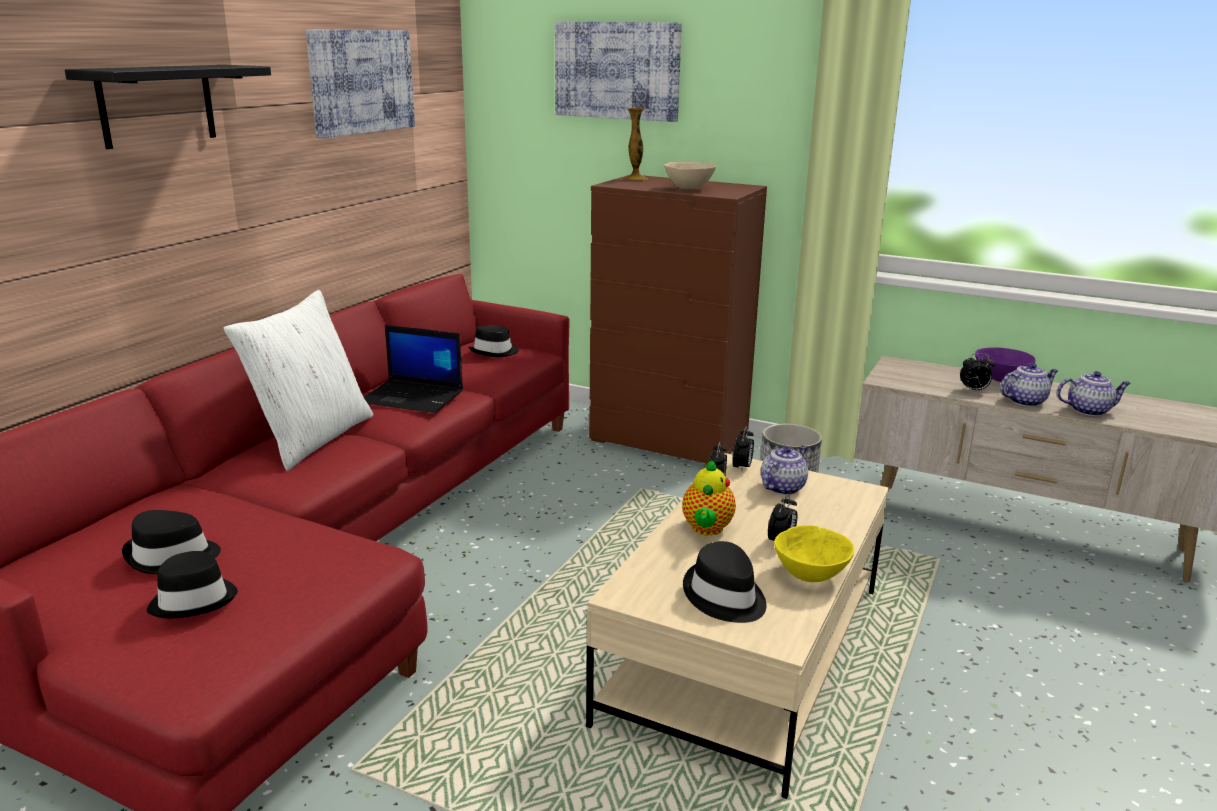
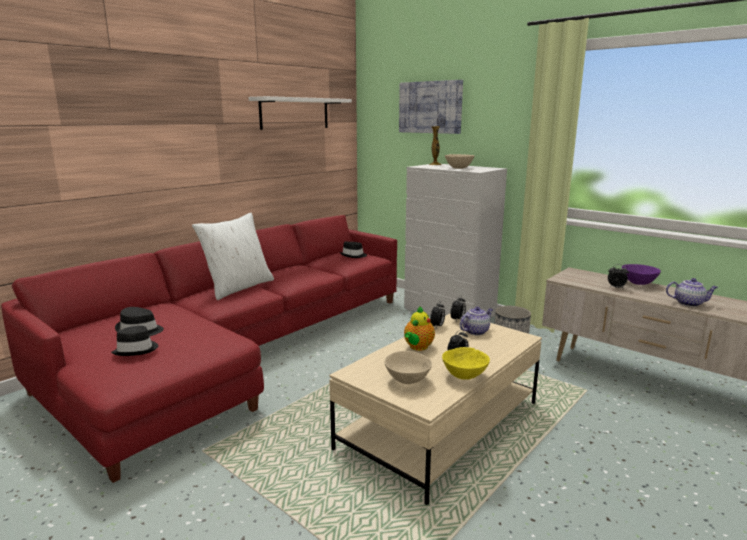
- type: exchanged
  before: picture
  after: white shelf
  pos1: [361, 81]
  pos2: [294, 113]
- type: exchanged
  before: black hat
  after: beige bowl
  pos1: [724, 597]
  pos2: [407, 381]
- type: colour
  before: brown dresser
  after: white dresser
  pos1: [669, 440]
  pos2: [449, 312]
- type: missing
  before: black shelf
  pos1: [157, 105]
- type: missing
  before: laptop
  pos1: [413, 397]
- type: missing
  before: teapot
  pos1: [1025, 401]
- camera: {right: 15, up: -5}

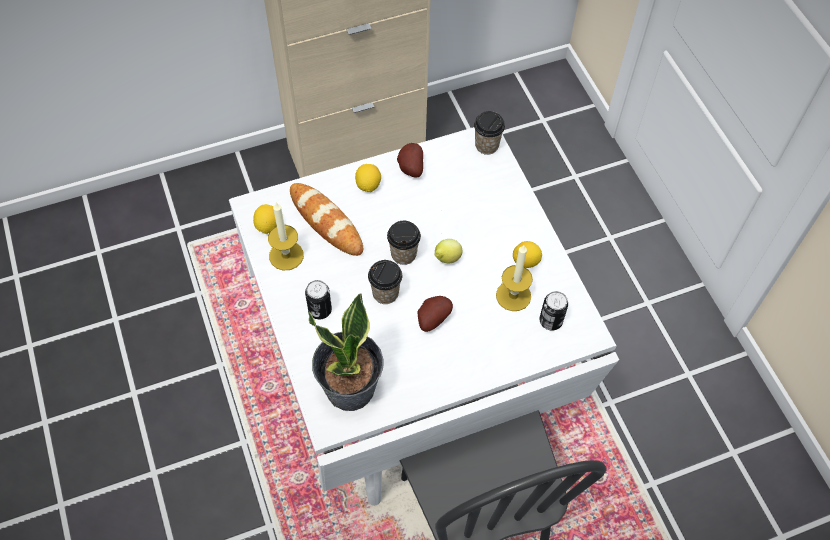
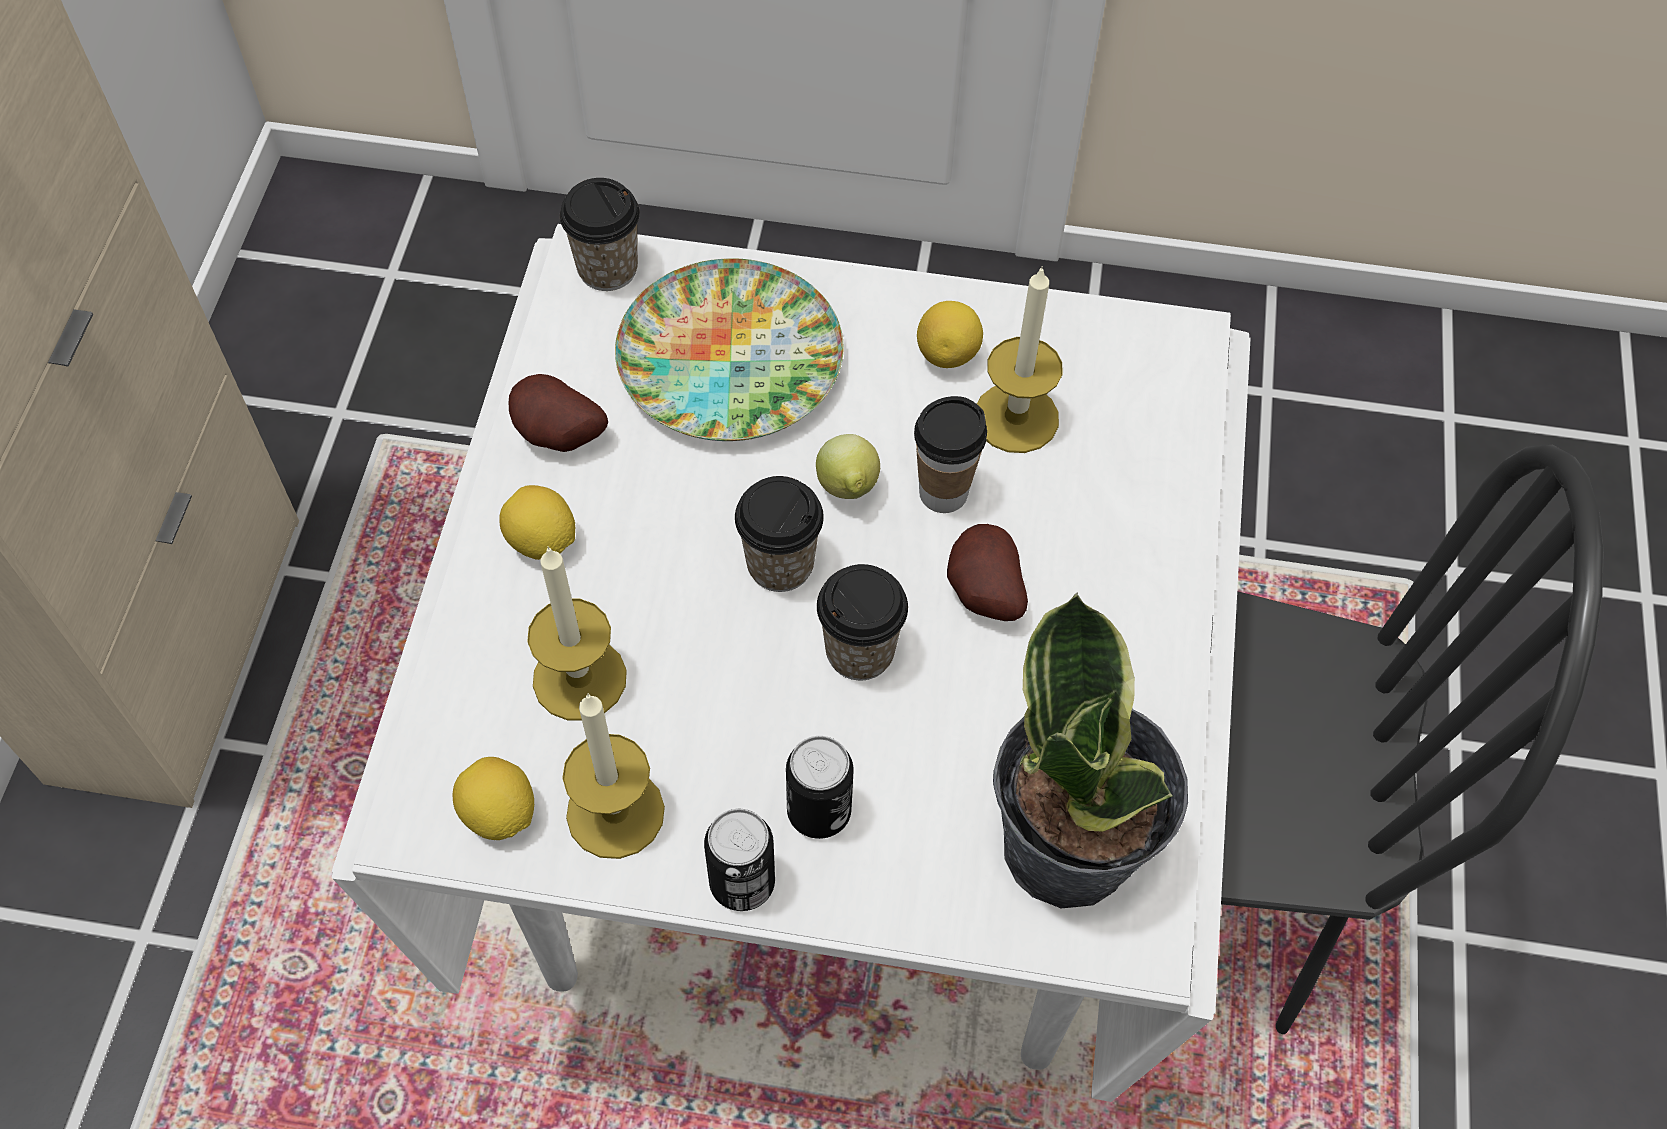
- type: exchanged
  before: bread
  after: candle
  pos1: [326, 221]
  pos2: [579, 678]
- type: appeared
  after: plate
  pos2: [731, 362]
- type: relocated
  before: can
  pos1: [550, 321]
  pos2: [742, 882]
- type: appeared
  after: cup
  pos2: [943, 493]
- camera: {right: -60, up: 0}

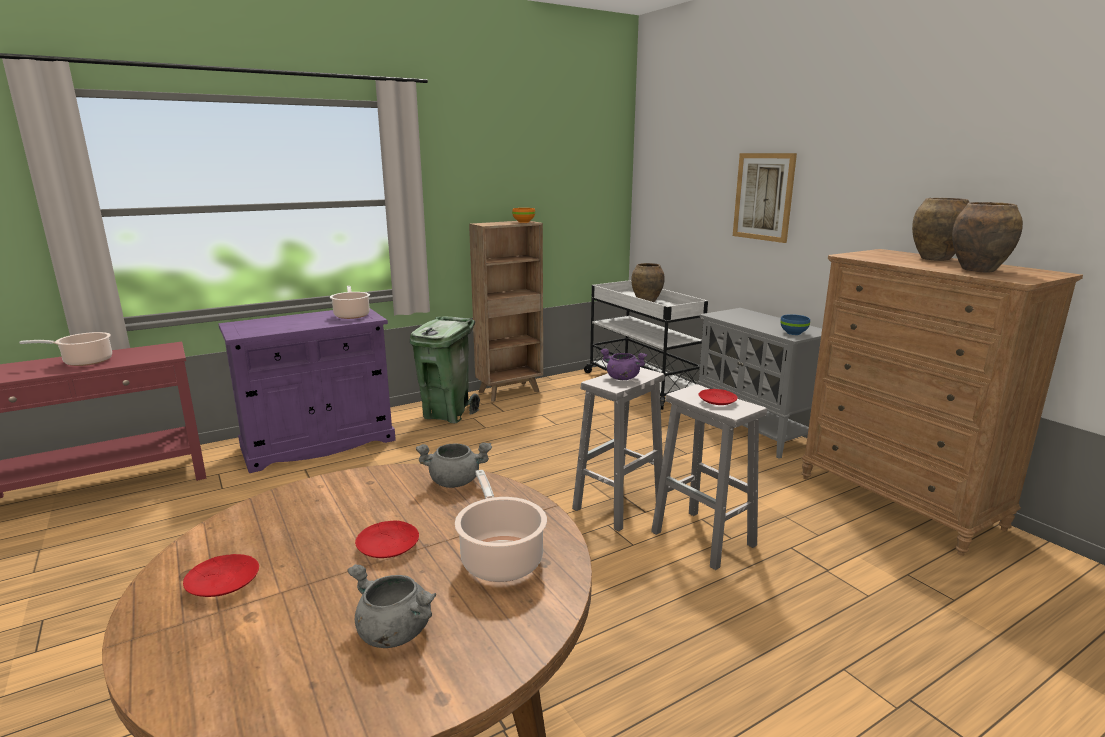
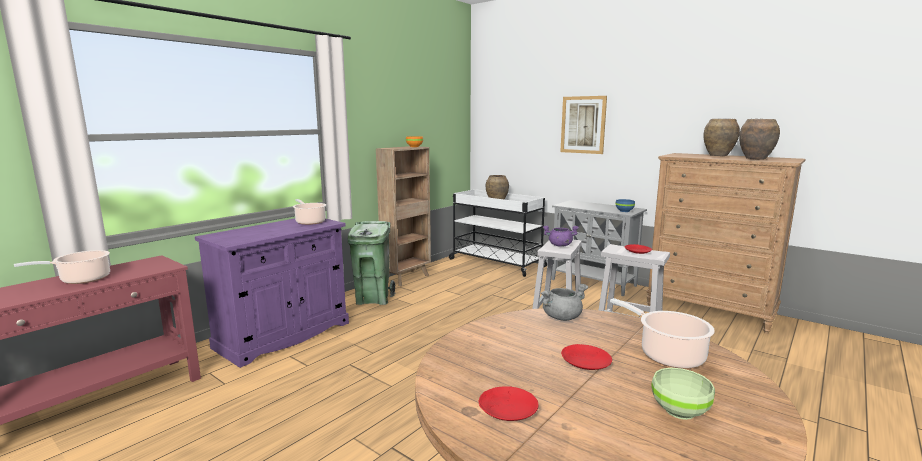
- type: exchanged
  before: grey cooking pot
  after: green bowl
  pos1: [392, 632]
  pos2: [679, 411]
- camera: {right: -20, up: -5}

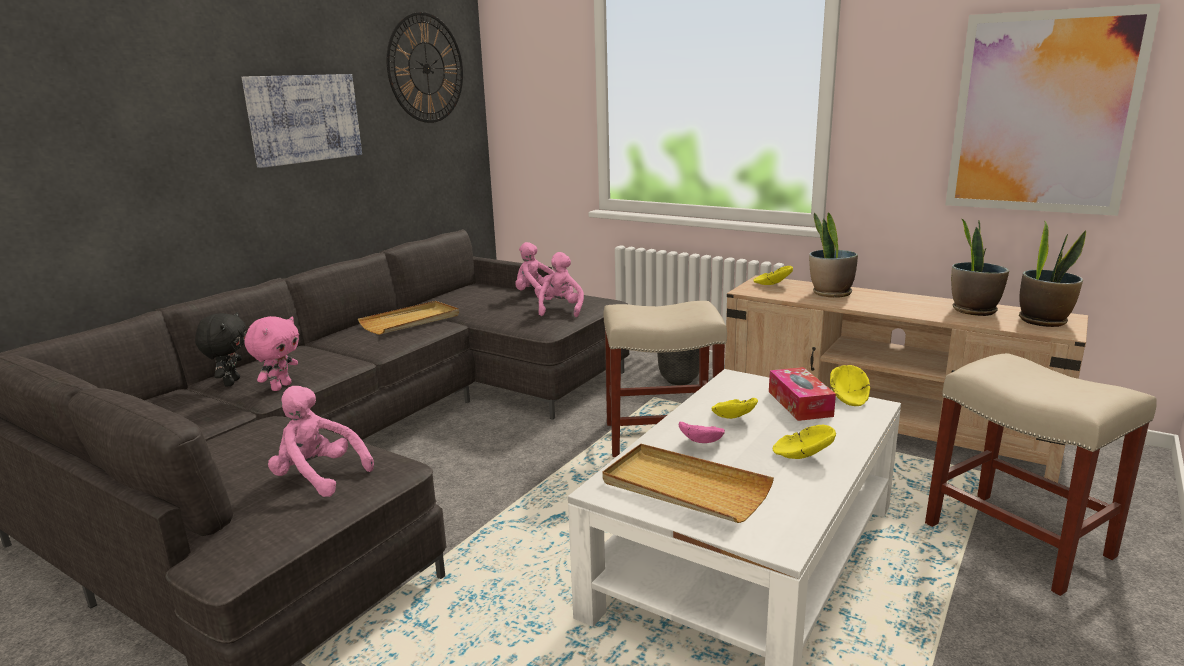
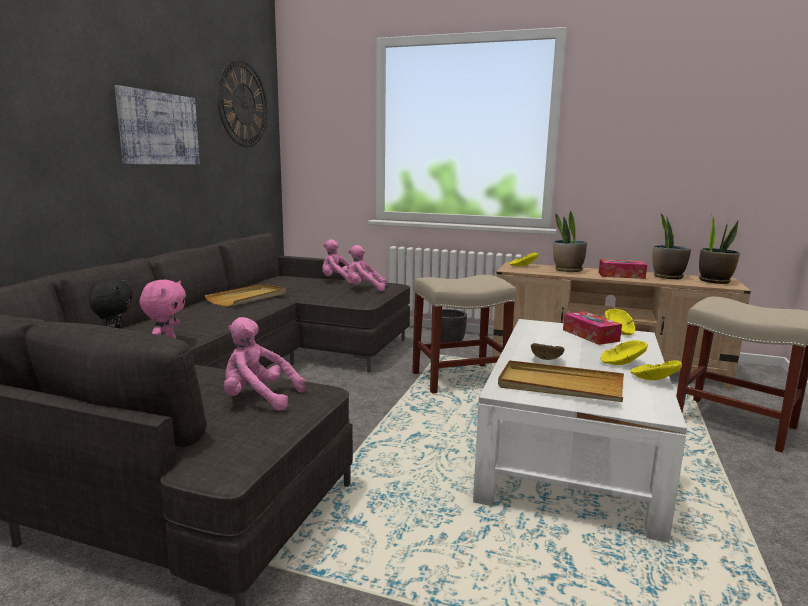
- type: spun
  before: pink plush toy
  pos1: [560, 309]
  pos2: [364, 289]
  turn: -75
- type: colour
  before: pink bowl
  after: brown bowl
  pos1: [703, 443]
  pos2: [547, 360]
- type: appeared
  after: tissue box
  pos2: [621, 275]
- type: relocated
  before: yellow bowl
  pos1: [733, 417]
  pos2: [653, 379]
- type: missing
  before: picture
  pos1: [1042, 113]
- camera: {right: -15, up: -5}

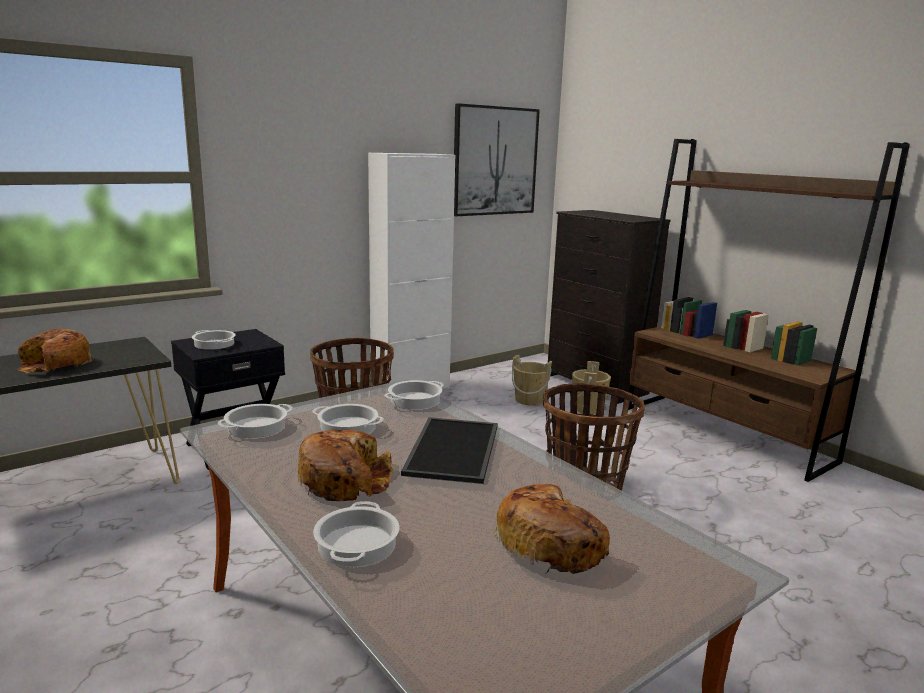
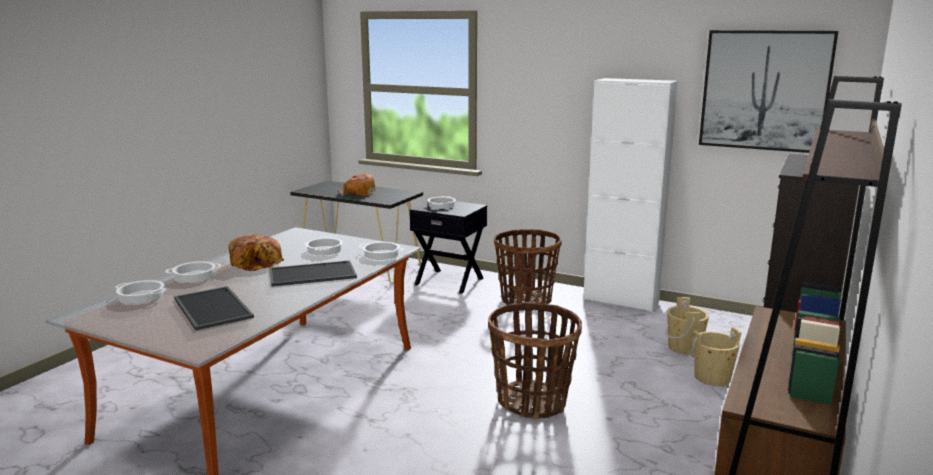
- type: relocated
  before: cooking pot
  pos1: [256, 427]
  pos2: [141, 296]
- type: exchanged
  before: bread
  after: tray
  pos1: [551, 543]
  pos2: [211, 308]
- camera: {right: 65, up: 0}

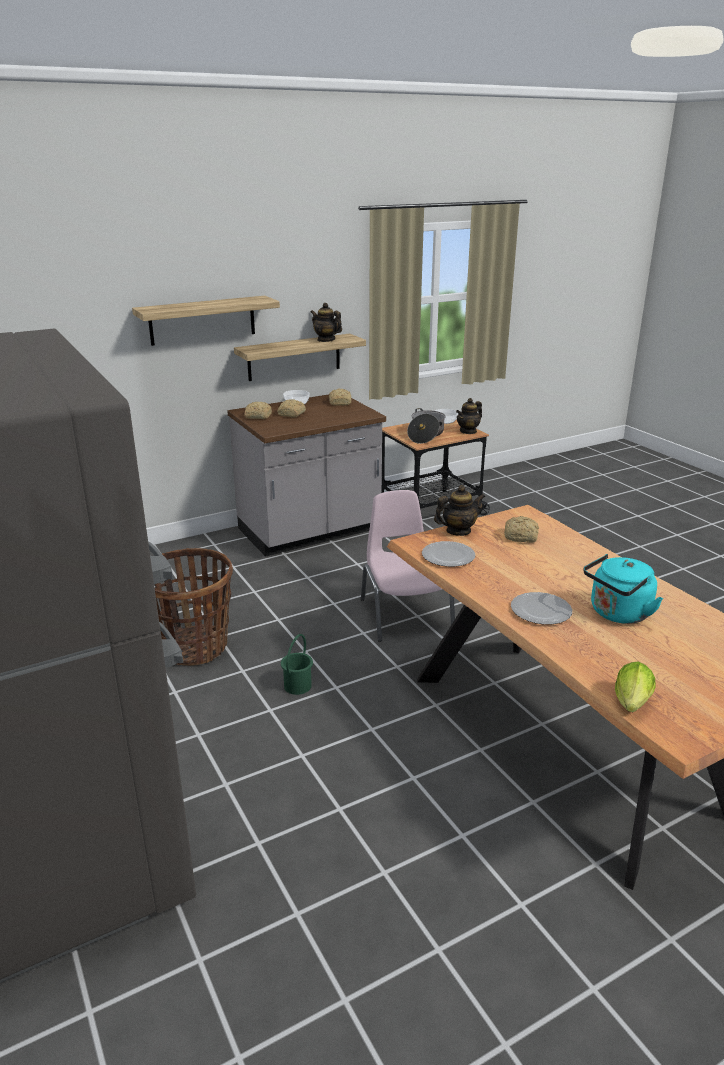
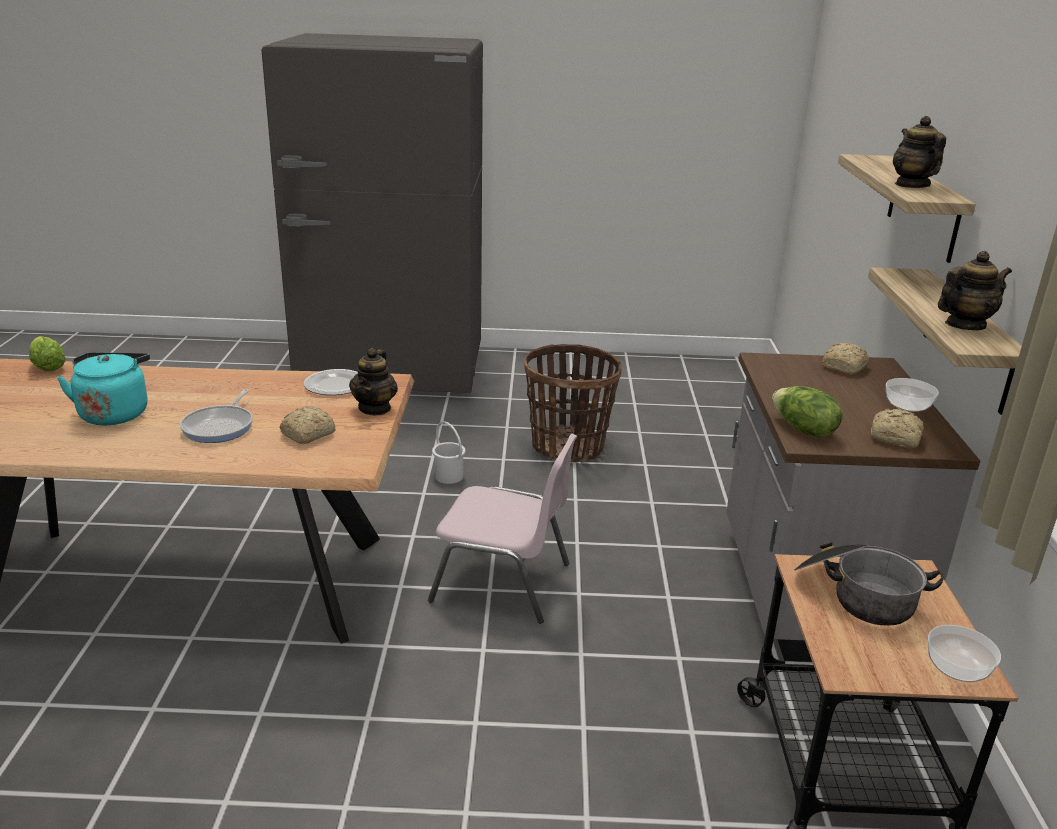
- type: appeared
  after: frying pan
  pos2: [220, 427]
- type: colour
  before: green bucket
  after: white bucket
  pos1: [297, 686]
  pos2: [449, 476]
- type: appeared
  after: lettuce
  pos2: [803, 430]
- type: relocated
  before: teapot
  pos1: [468, 431]
  pos2: [912, 185]
- type: missing
  before: bread
  pos1: [291, 414]
- type: missing
  before: plate
  pos1: [540, 611]
- camera: {right: 120, up: 0}

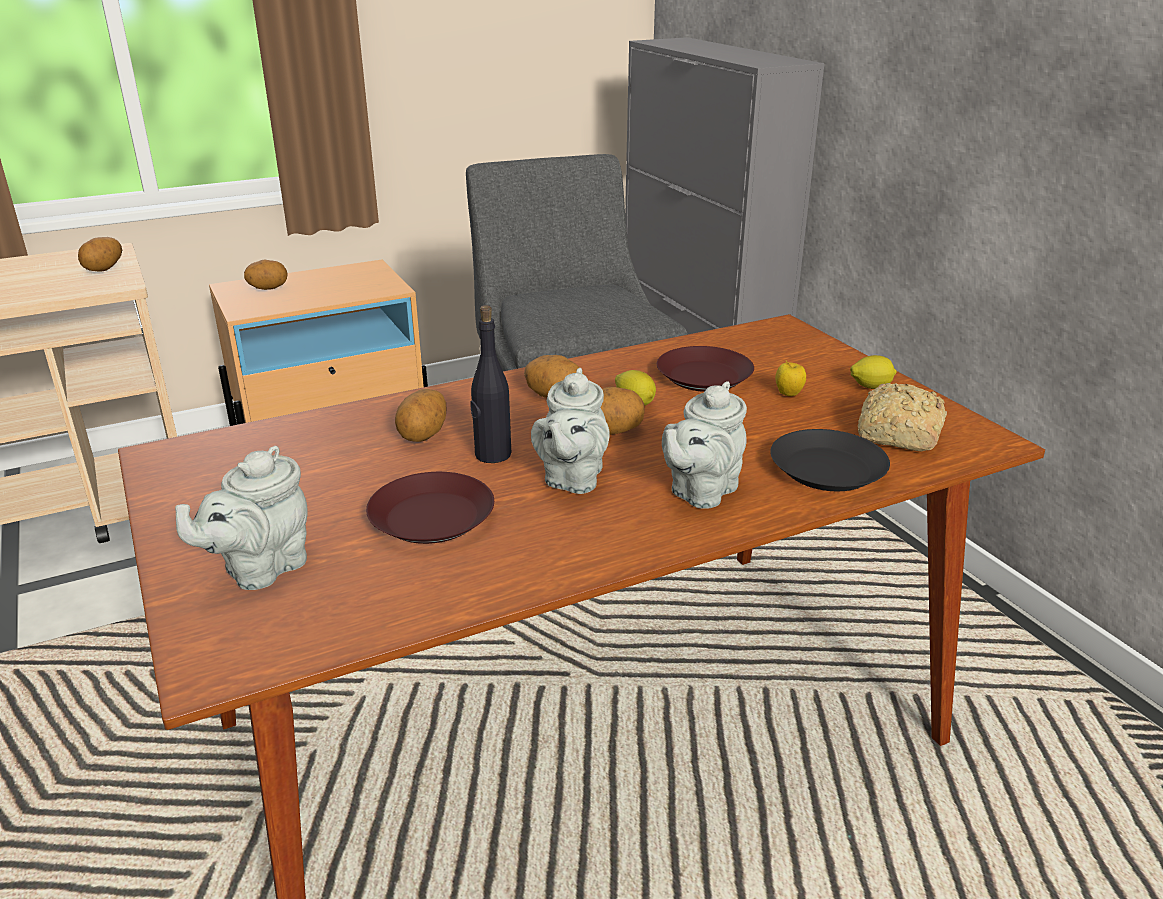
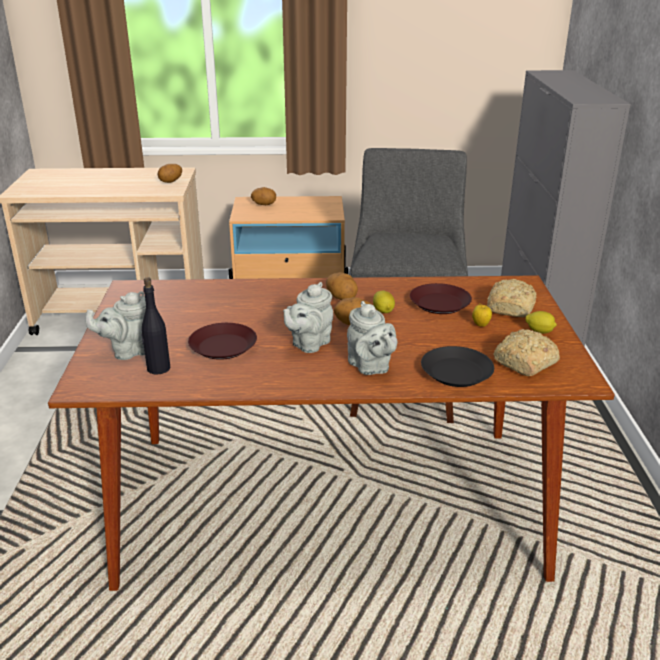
- type: relocated
  before: black bottle
  pos1: [492, 455]
  pos2: [158, 368]
- type: spun
  before: grey teapot
  pos1: [700, 492]
  pos2: [370, 367]
  turn: -90
- type: appeared
  after: bread
  pos2: [511, 307]
- type: missing
  before: potato
  pos1: [424, 435]
- camera: {right: 25, up: 0}

